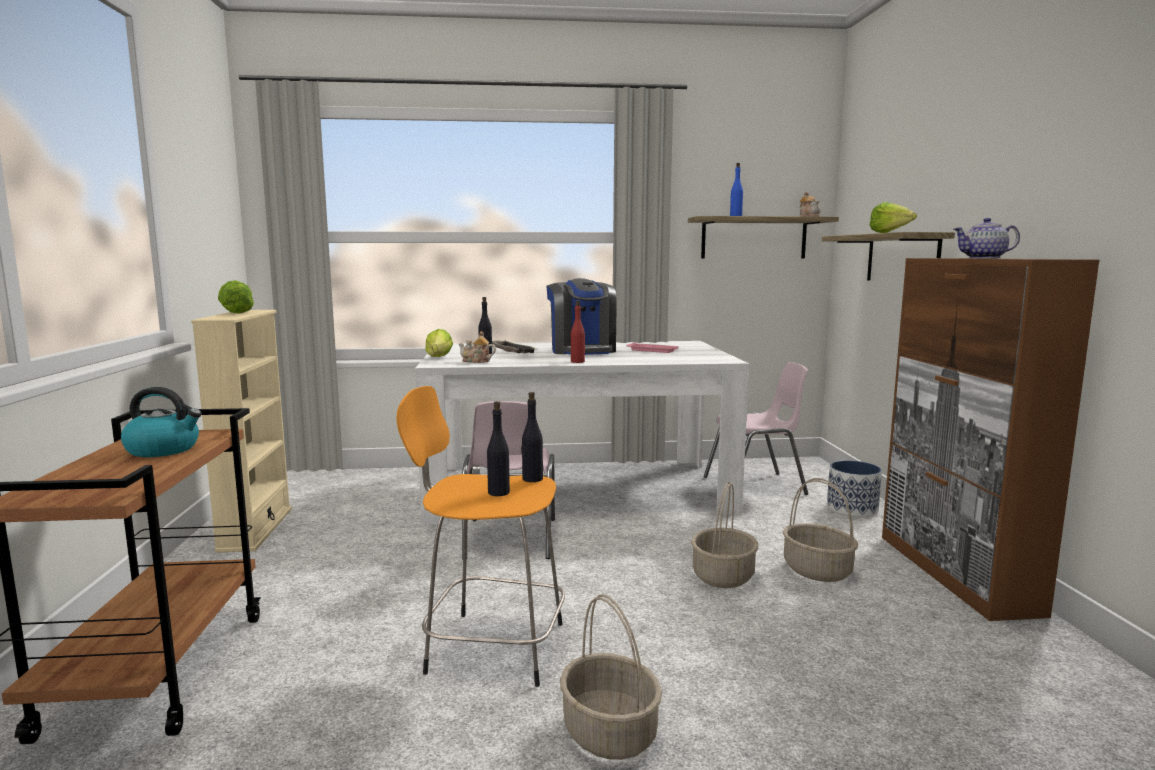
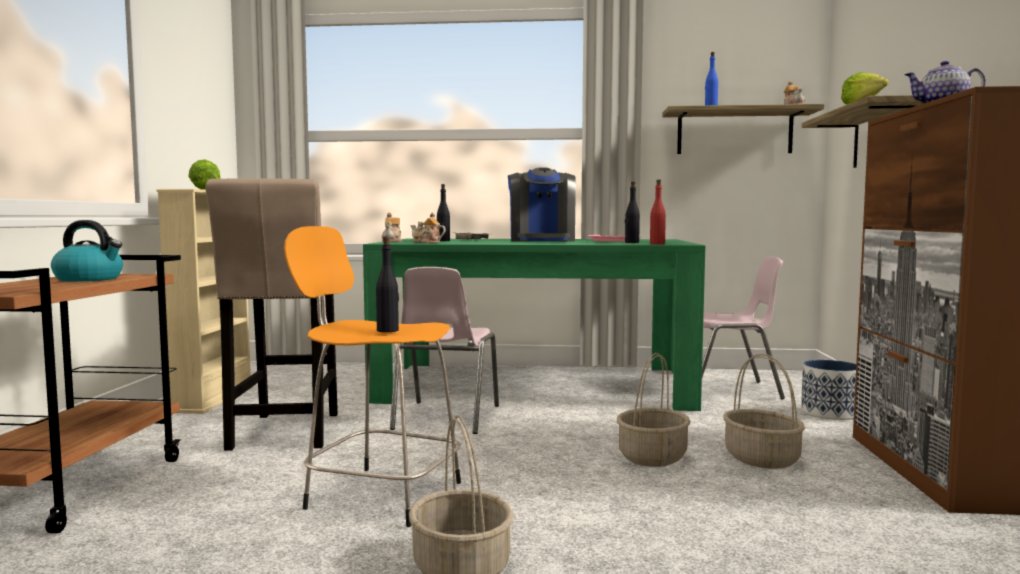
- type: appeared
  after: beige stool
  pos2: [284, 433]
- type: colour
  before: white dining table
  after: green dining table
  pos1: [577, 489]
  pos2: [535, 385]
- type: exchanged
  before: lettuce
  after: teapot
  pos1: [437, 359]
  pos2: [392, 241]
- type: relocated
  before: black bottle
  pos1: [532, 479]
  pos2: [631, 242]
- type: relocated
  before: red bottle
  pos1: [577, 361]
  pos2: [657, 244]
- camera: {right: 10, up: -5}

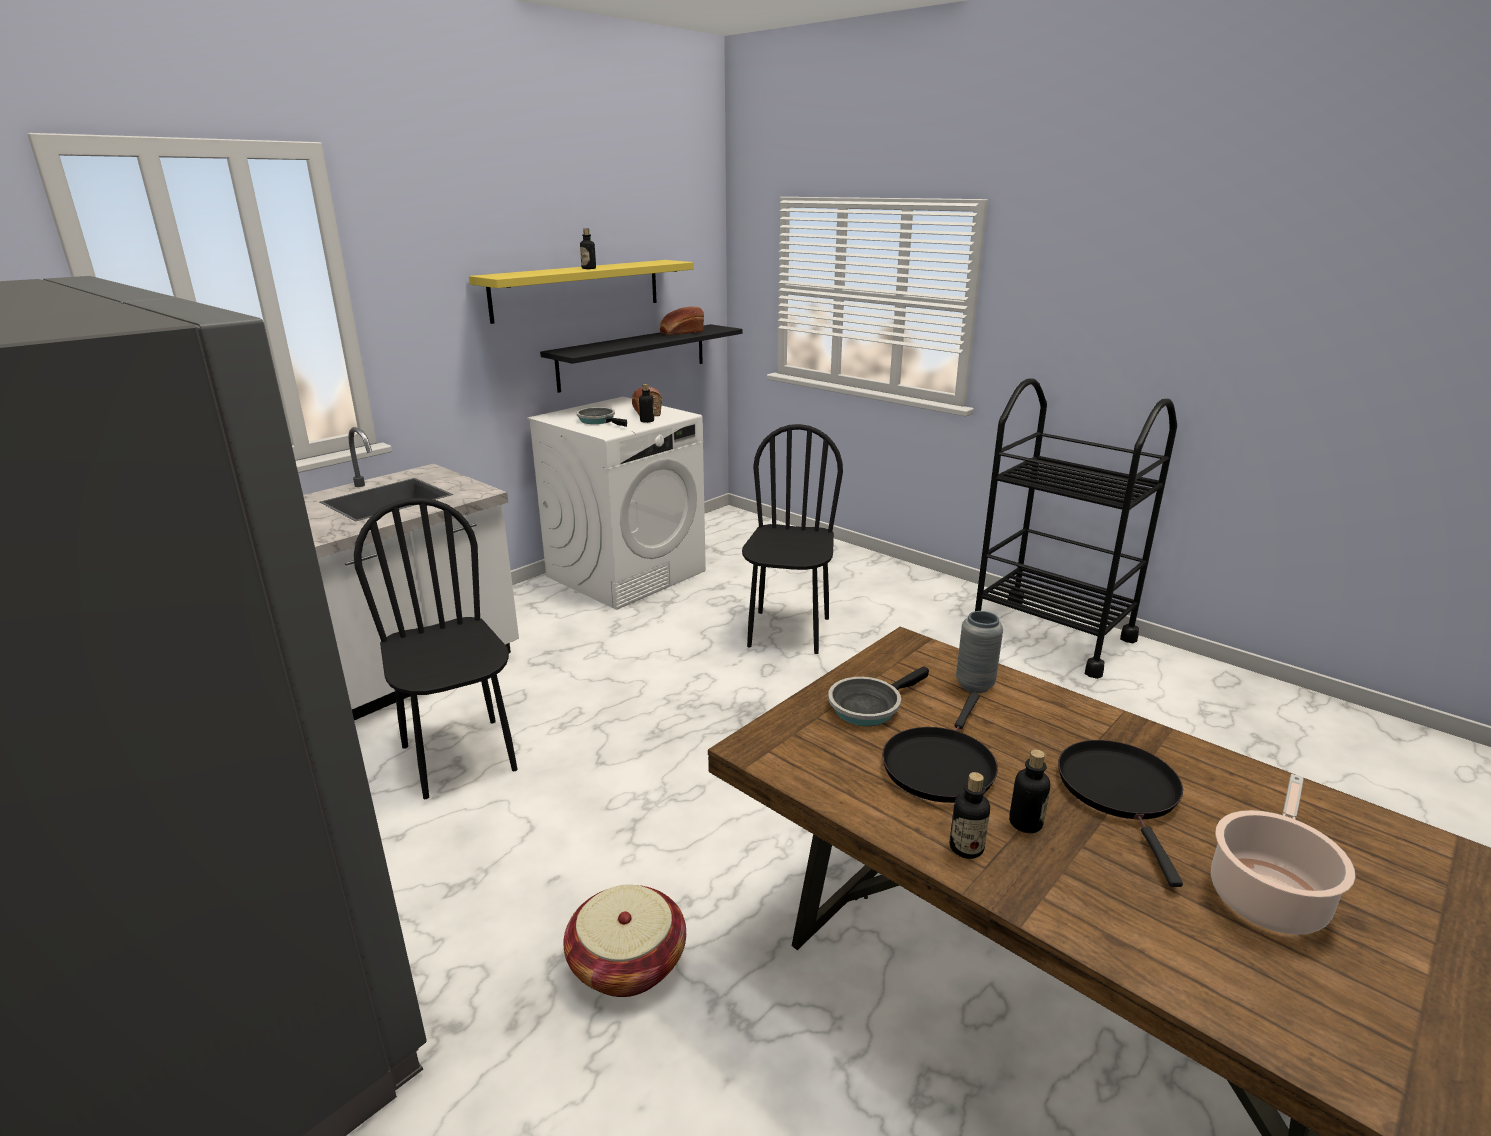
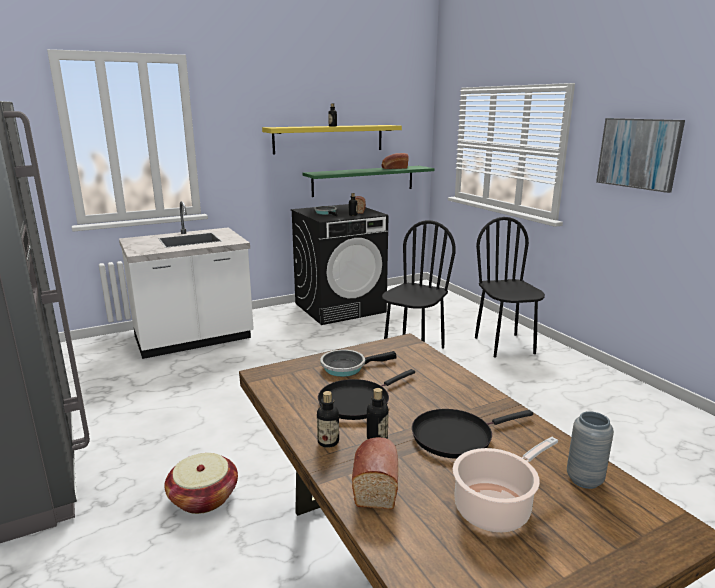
- type: colour
  before: white washing machine
  after: black washing machine
  pos1: [626, 573]
  pos2: [340, 307]
- type: colour
  before: black shelf
  after: green shelf
  pos1: [633, 356]
  pos2: [363, 180]
- type: appeared
  after: bread
  pos2: [376, 481]
- type: spun
  before: black frying pan
  pos1: [1120, 792]
  pos2: [456, 436]
  turn: -135
- type: relocated
  before: black chair
  pos1: [460, 757]
  pos2: [504, 345]
- type: relocated
  before: grey vase
  pos1: [974, 685]
  pos2: [584, 480]
- type: appeared
  after: picture
  pos2: [638, 153]
- type: missing
  before: black cart
  pos1: [1051, 635]
- camera: {right: 20, up: -5}

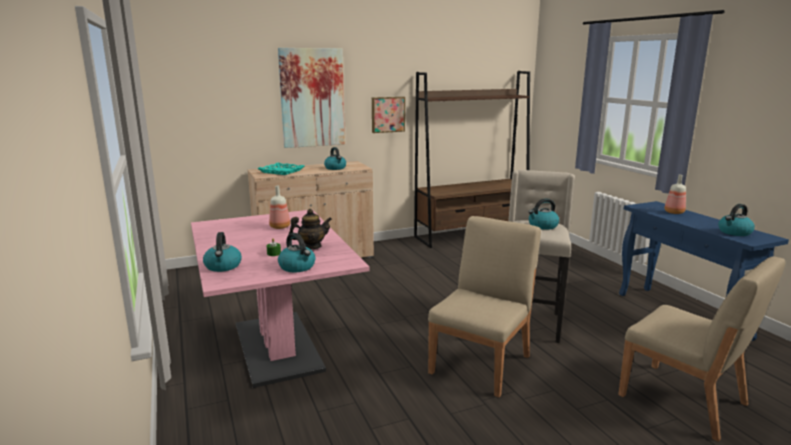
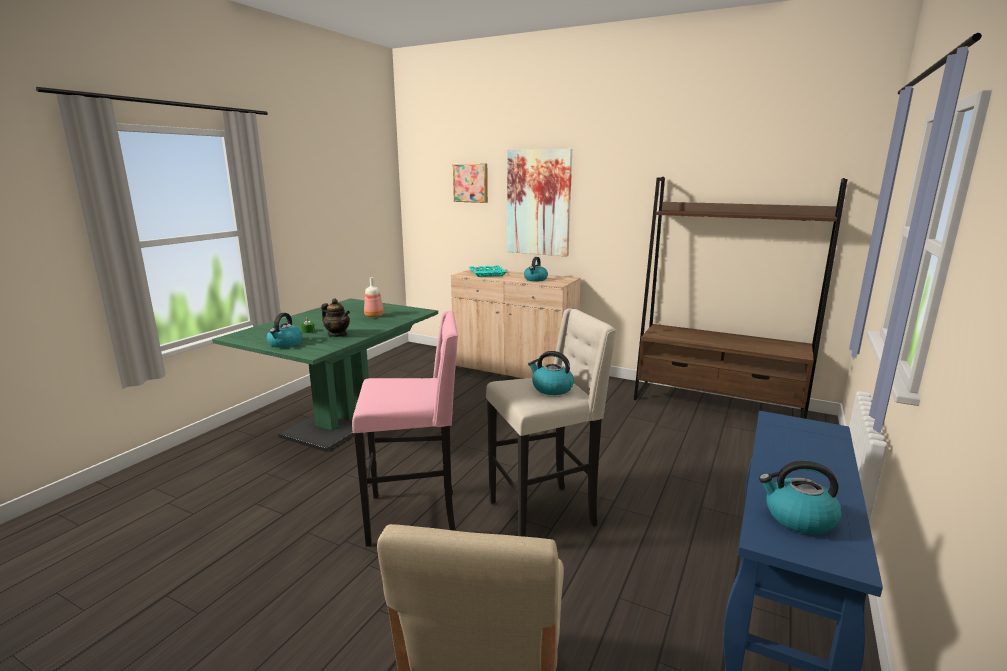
- type: colour
  before: pink dining table
  after: green dining table
  pos1: [277, 347]
  pos2: [344, 420]
- type: exchanged
  before: beige chair
  after: pink stool
  pos1: [481, 363]
  pos2: [415, 516]
- type: relocated
  before: picture
  pos1: [387, 114]
  pos2: [471, 183]
- type: missing
  before: kettle
  pos1: [223, 266]
- type: missing
  before: bottle
  pos1: [673, 212]
- camera: {right: 50, up: 0}

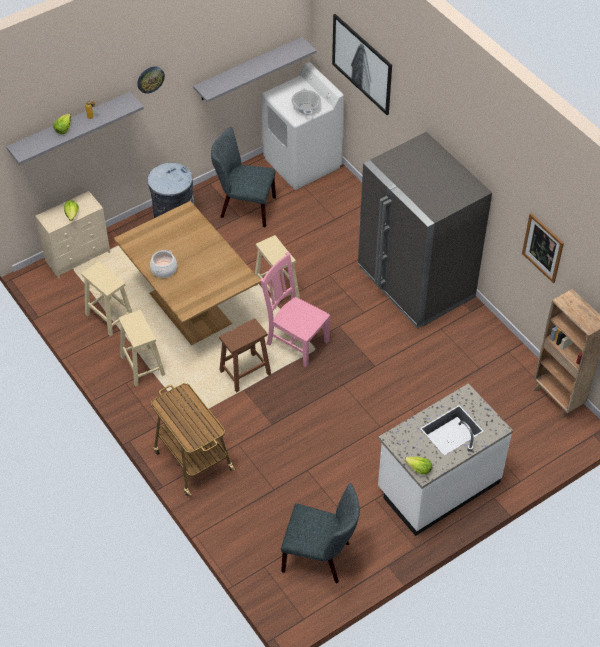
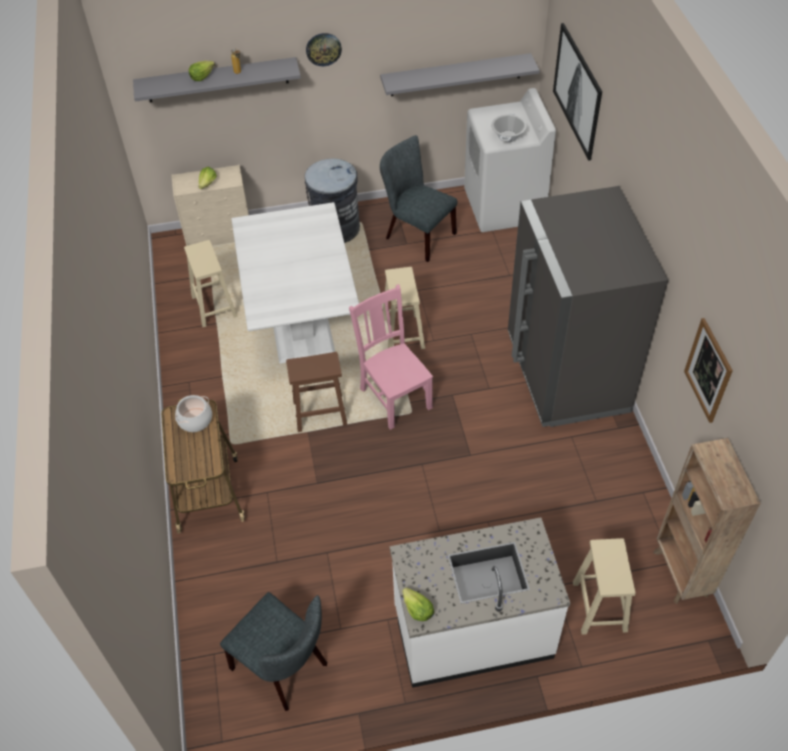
- type: relocated
  before: cooking pot
  pos1: [164, 269]
  pos2: [195, 420]
- type: colour
  before: brown dining table
  after: white dining table
  pos1: [191, 308]
  pos2: [302, 323]
- type: relocated
  before: beige stool
  pos1: [142, 365]
  pos2: [599, 605]
- camera: {right: 25, up: 0}

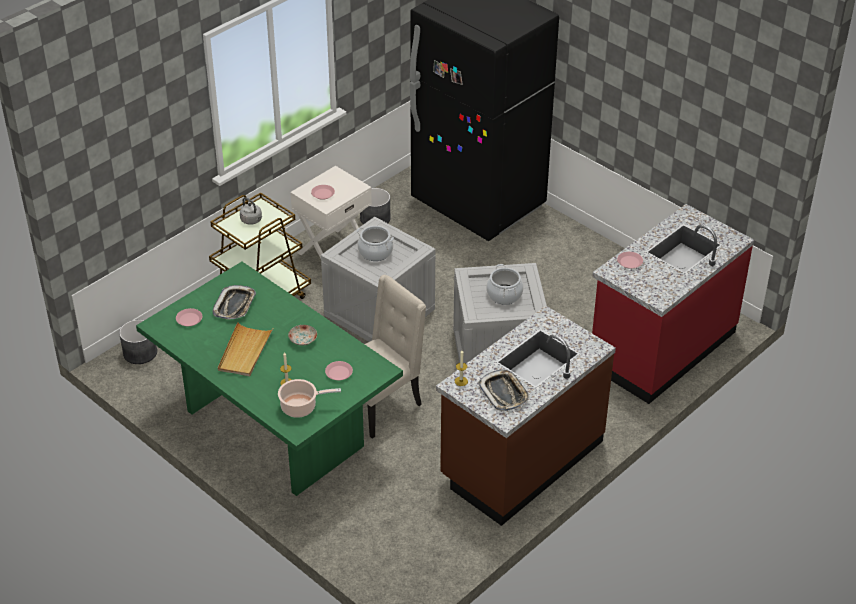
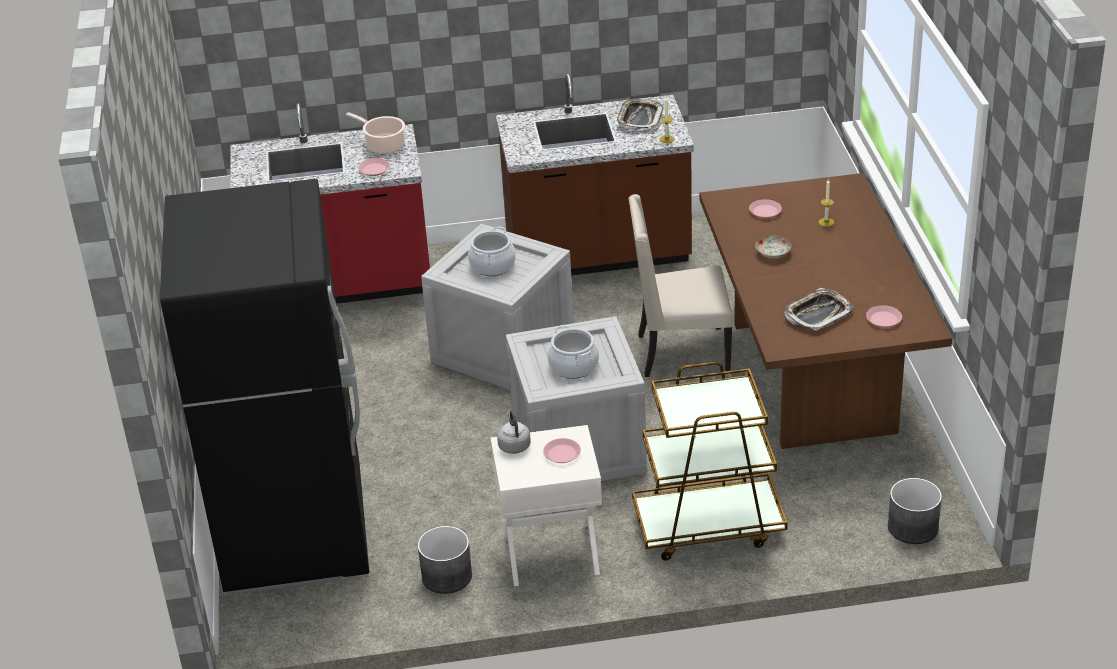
- type: relocated
  before: cooking pot
  pos1: [301, 407]
  pos2: [383, 145]
- type: relocated
  before: grey kettle
  pos1: [252, 220]
  pos2: [514, 445]
- type: colour
  before: green dining table
  after: brown dining table
  pos1: [276, 428]
  pos2: [811, 376]
- type: missing
  before: beige tray
  pos1: [244, 352]
- camera: {right: -140, up: -5}

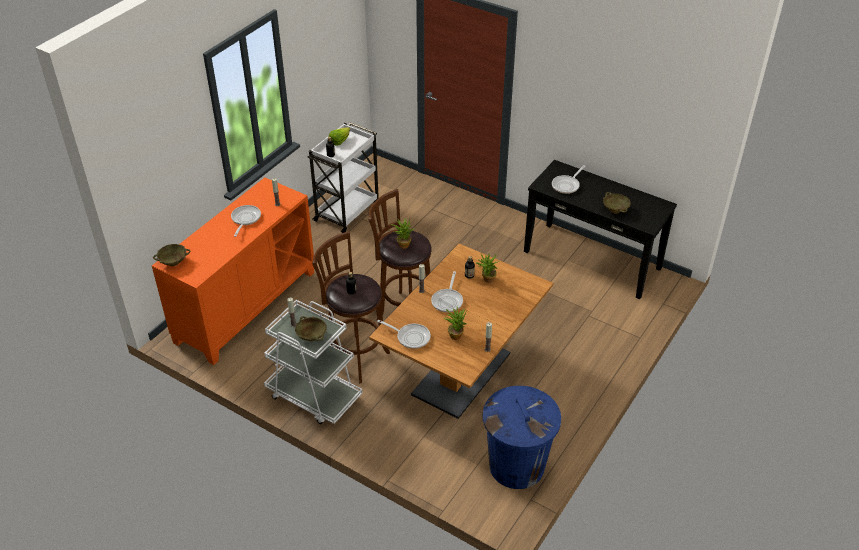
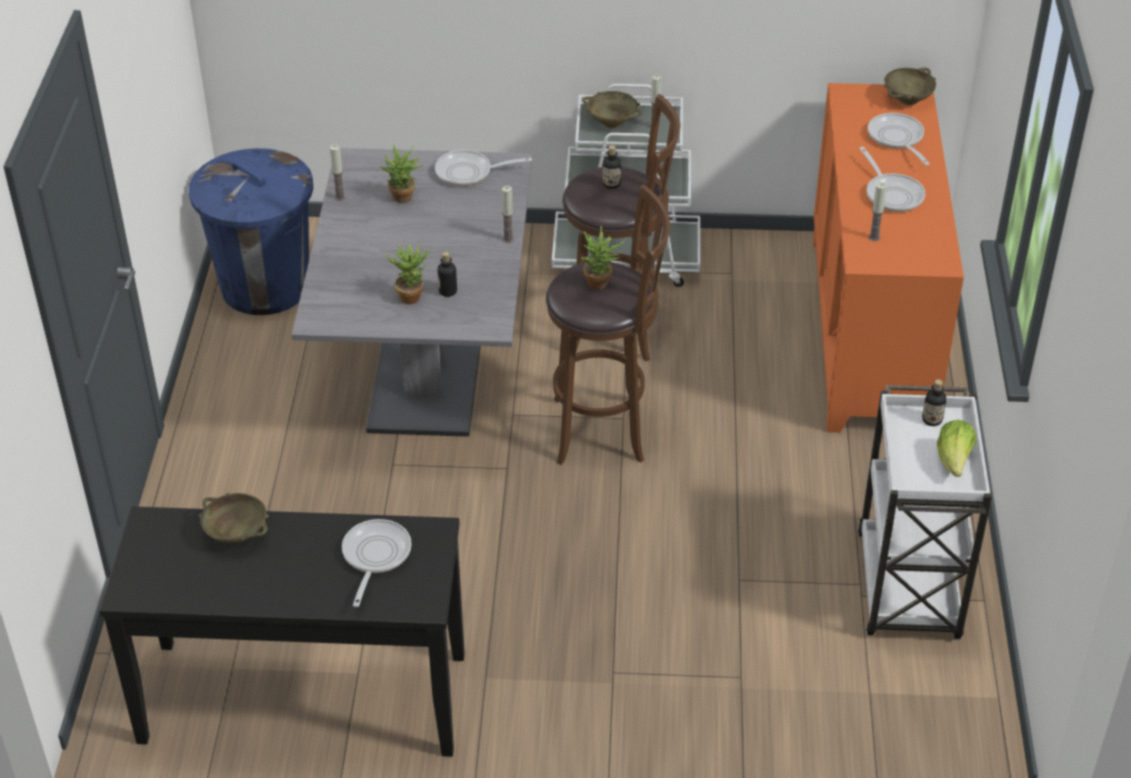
- type: colour
  before: brown dining table
  after: grey dining table
  pos1: [461, 374]
  pos2: [427, 371]
- type: relocated
  before: frying pan
  pos1: [448, 300]
  pos2: [897, 139]
- camera: {right: 150, up: 0}

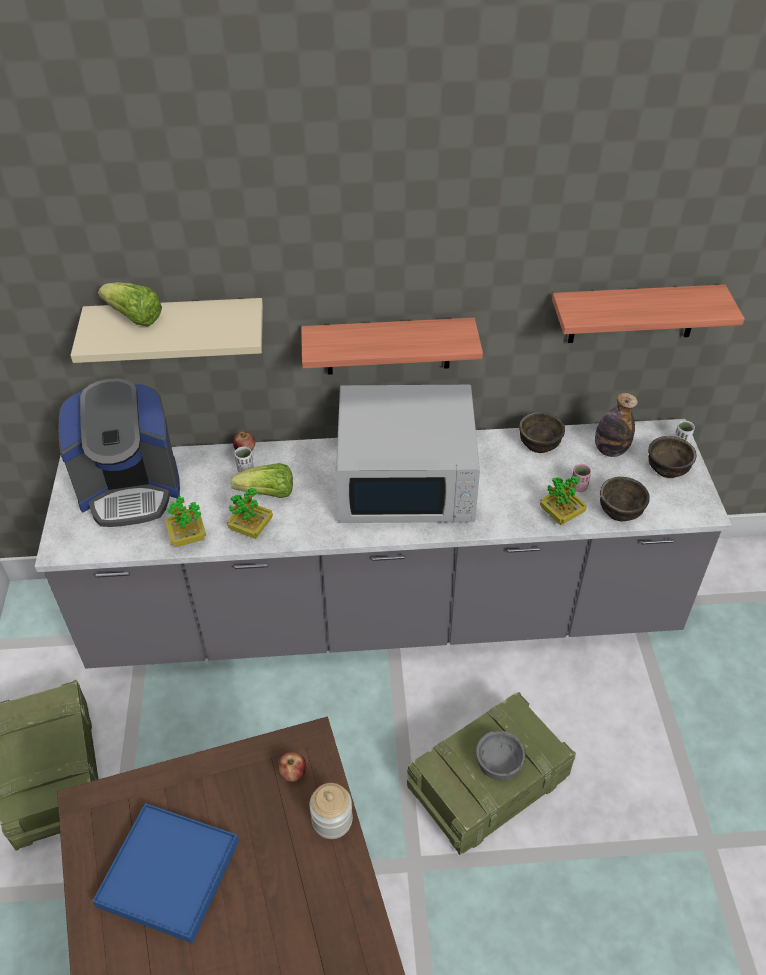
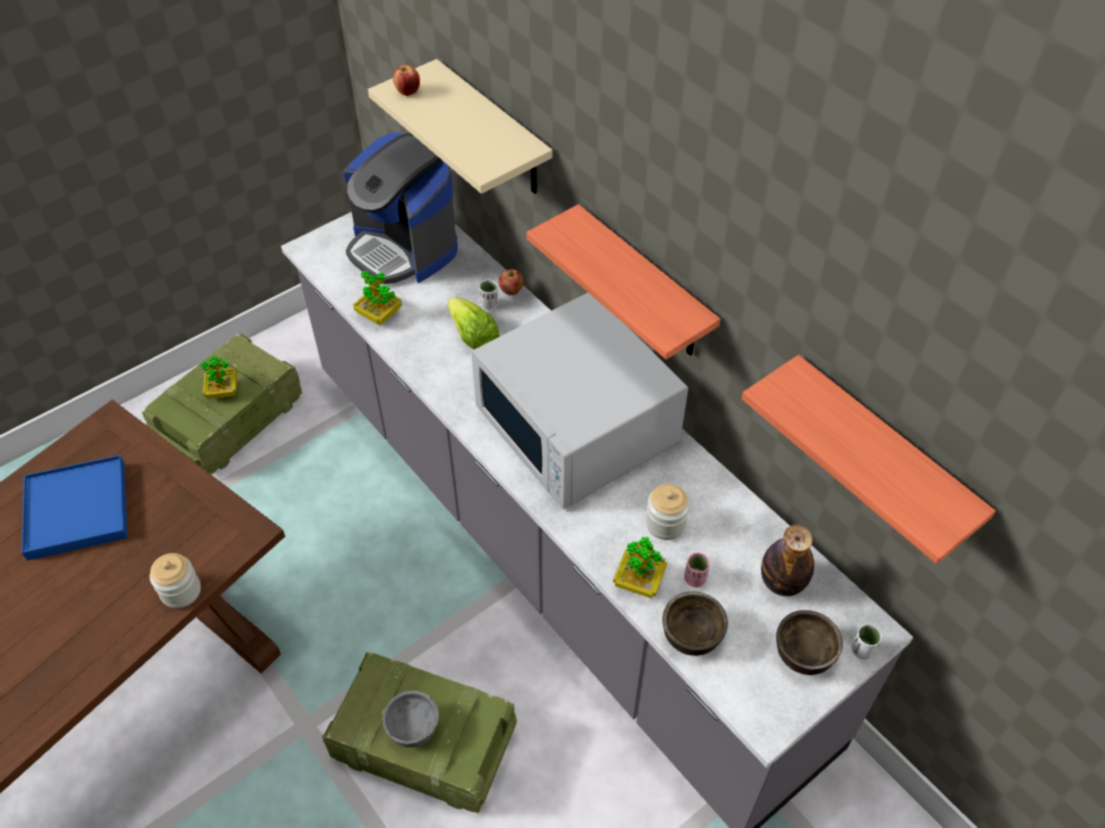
- type: relocated
  before: potted plant
  pos1: [251, 528]
  pos2: [223, 391]
- type: relocated
  before: apple
  pos1: [293, 773]
  pos2: [408, 92]
- type: appeared
  after: jar
  pos2: [665, 523]
- type: missing
  before: lettuce
  pos1: [134, 318]
- type: missing
  before: brown bowl
  pos1: [539, 444]
- camera: {right: 55, up: 5}

